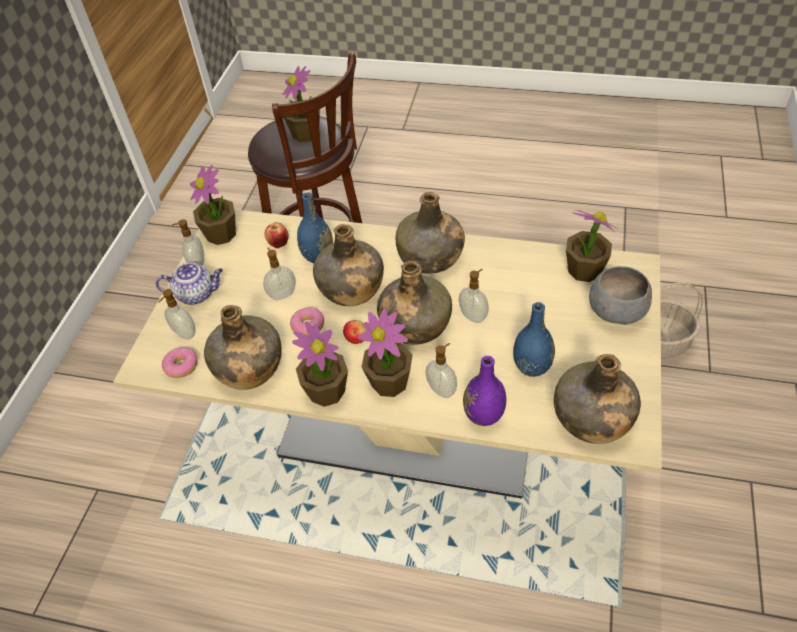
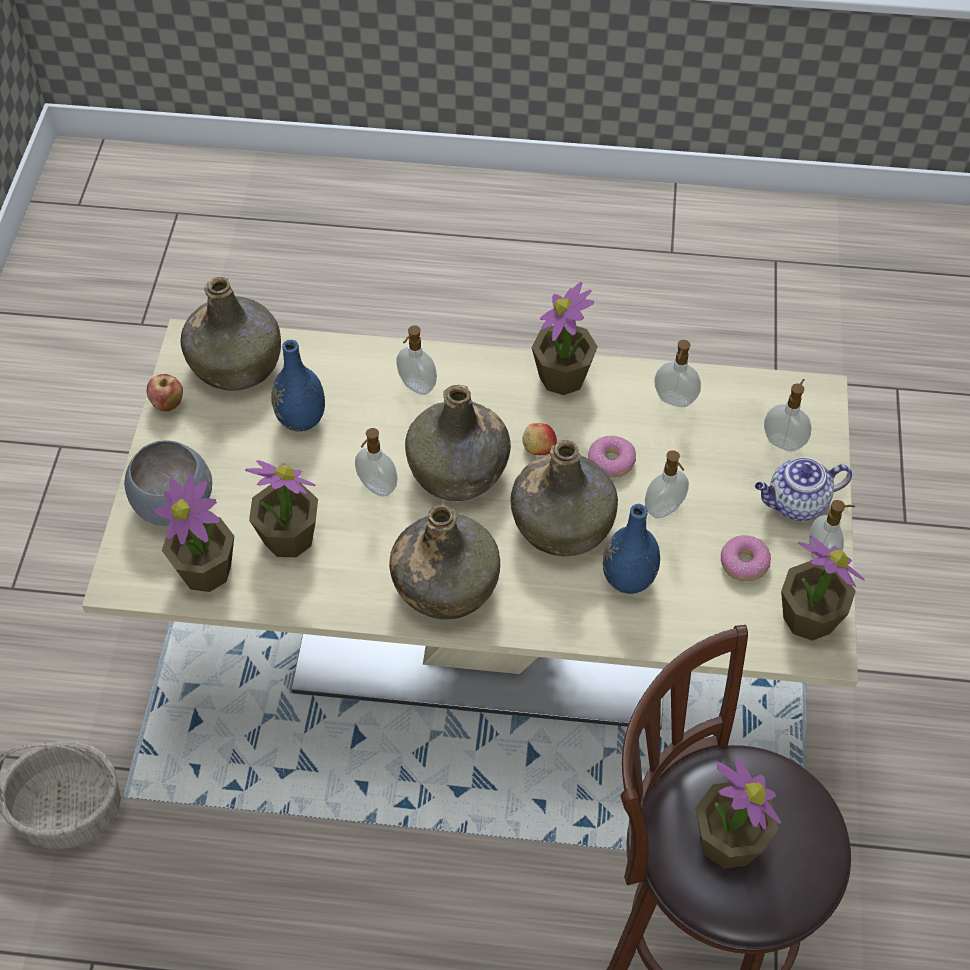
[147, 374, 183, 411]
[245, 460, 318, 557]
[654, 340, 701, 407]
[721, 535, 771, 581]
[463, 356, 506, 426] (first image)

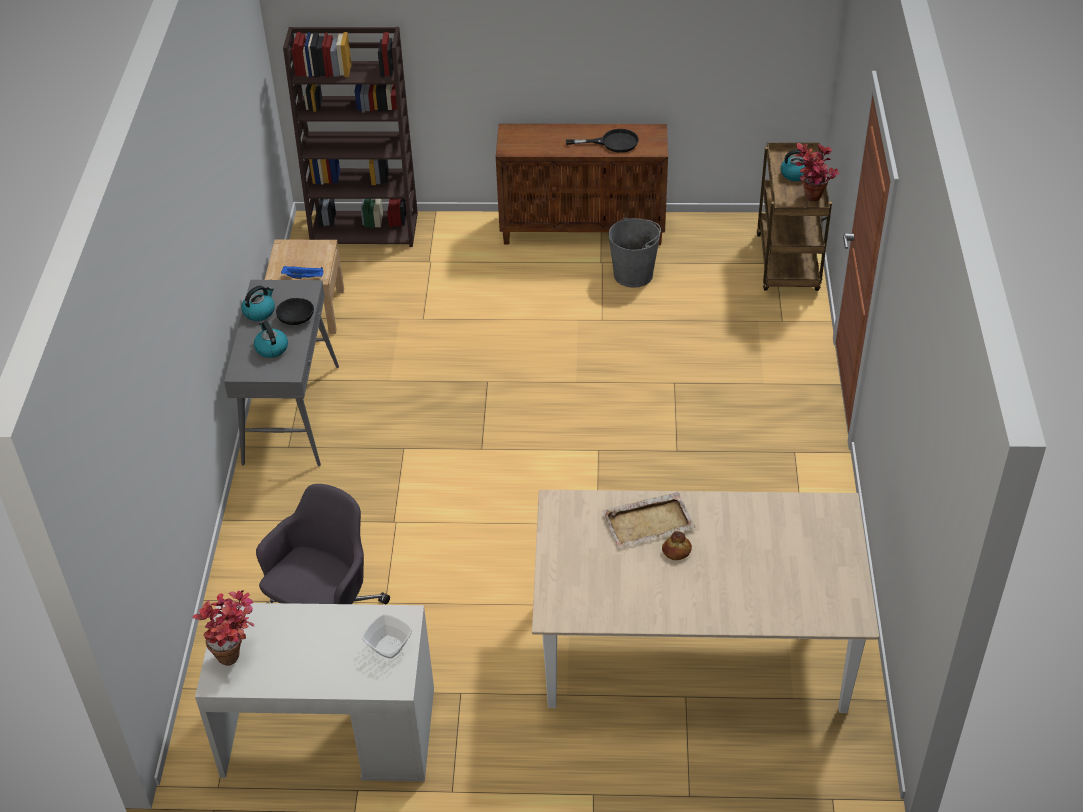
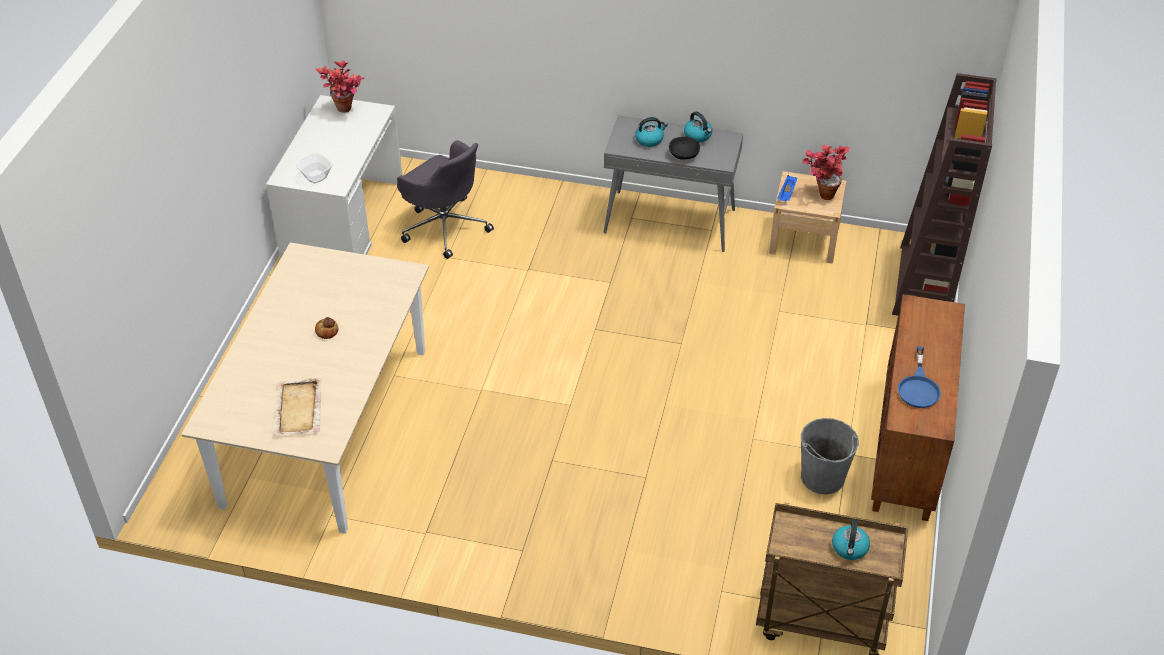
[274, 378, 322, 435]
[803, 144, 850, 200]
[898, 347, 941, 408]

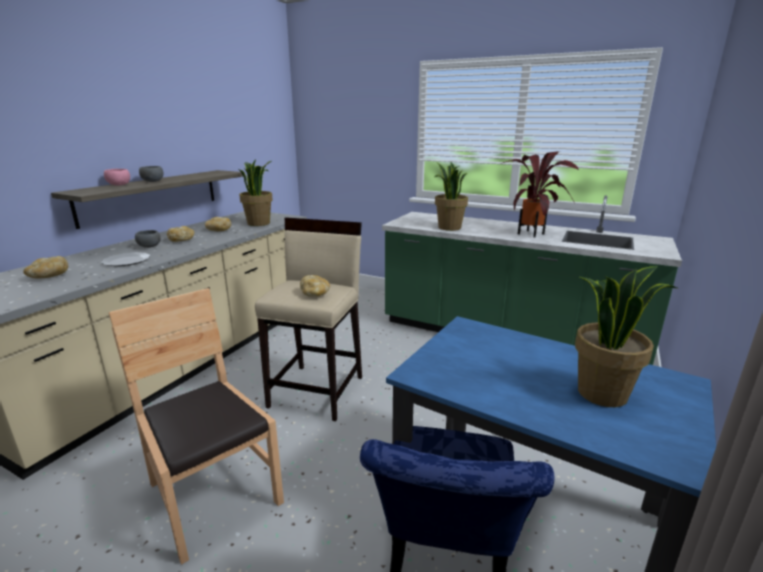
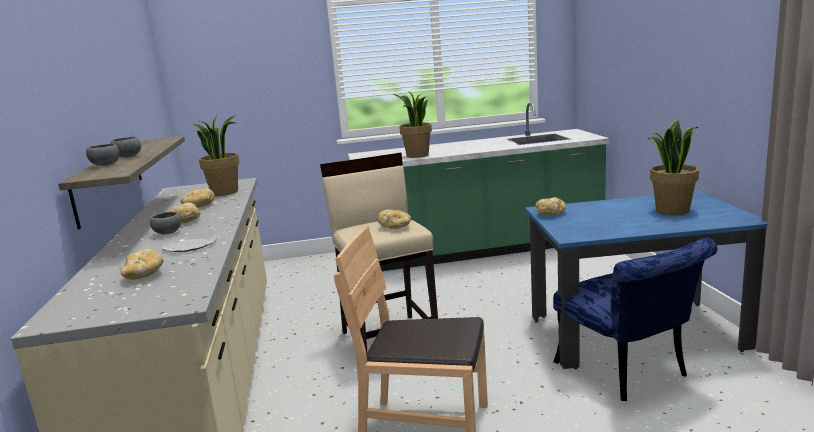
[86, 144, 120, 166]
[536, 197, 566, 216]
[503, 151, 579, 238] (first image)

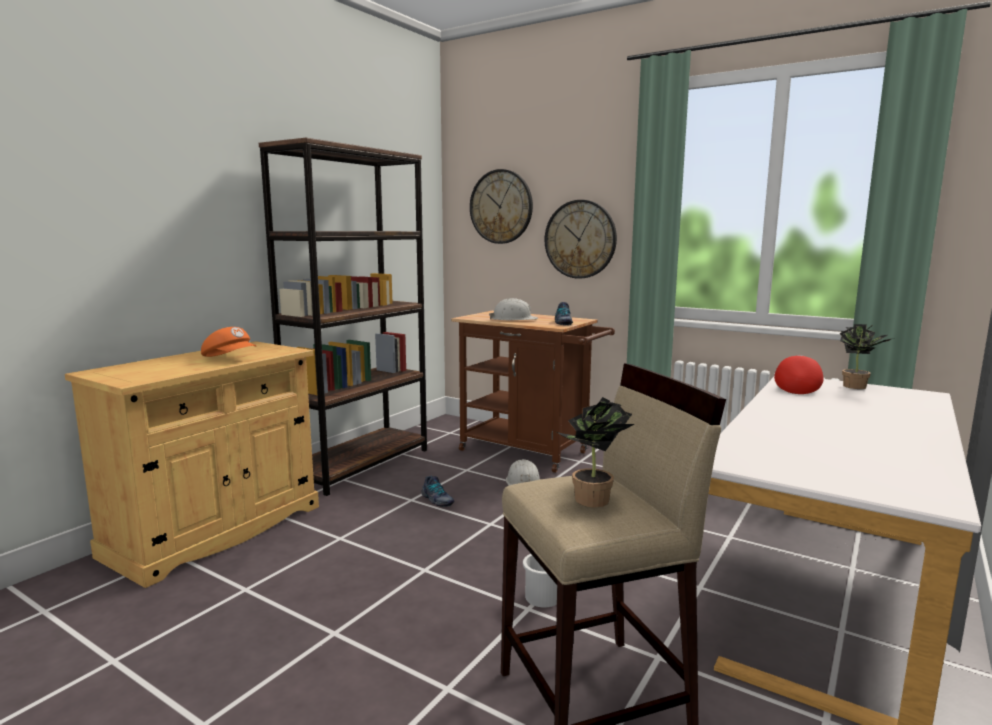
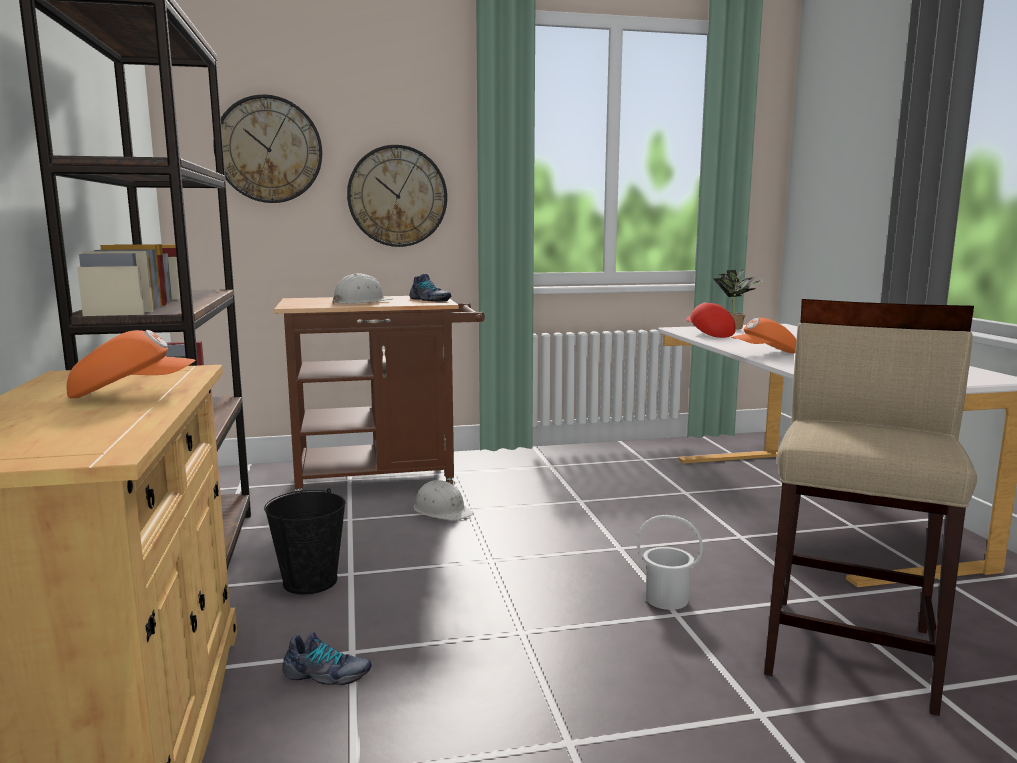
[264, 488, 346, 594]
[282, 632, 372, 685]
[731, 318, 796, 353]
[557, 397, 634, 507] (first image)

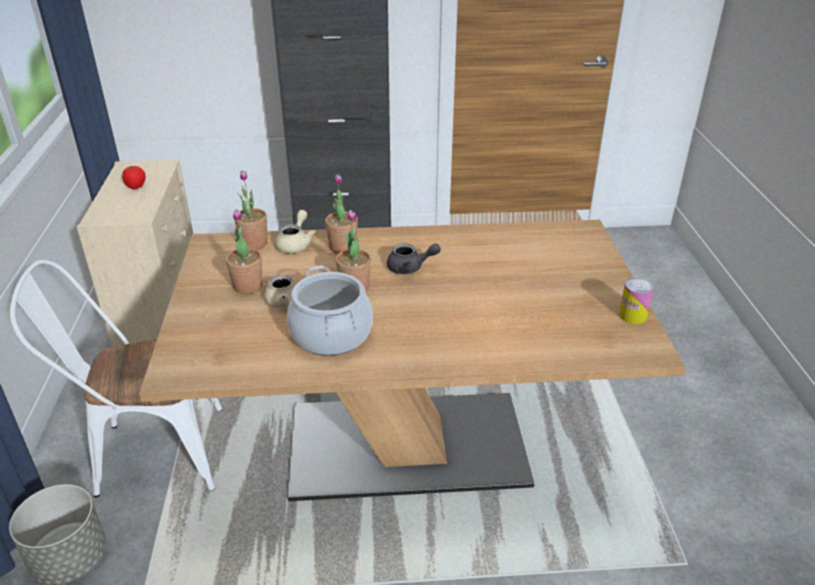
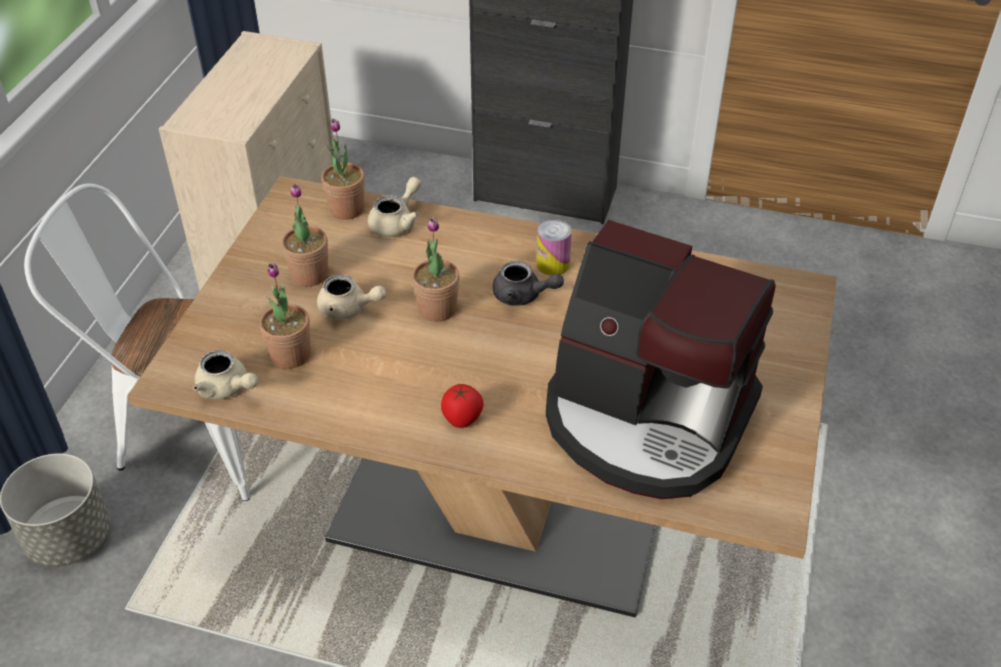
[193, 350, 258, 399]
[260, 263, 311, 369]
[441, 384, 484, 428]
[536, 219, 572, 276]
[546, 220, 775, 499]
[287, 265, 373, 356] (first image)

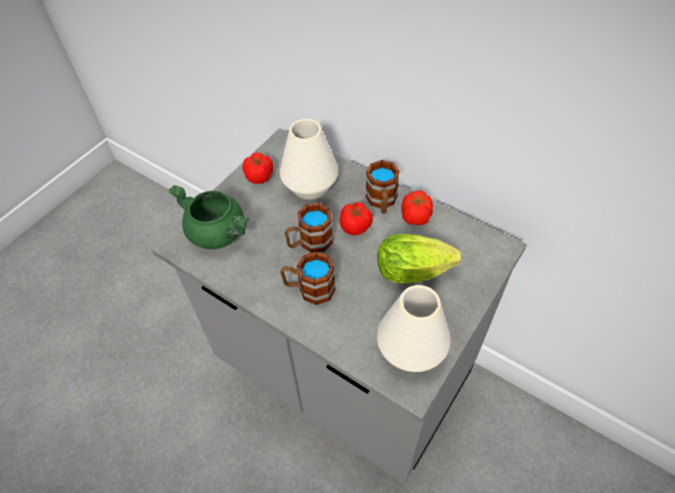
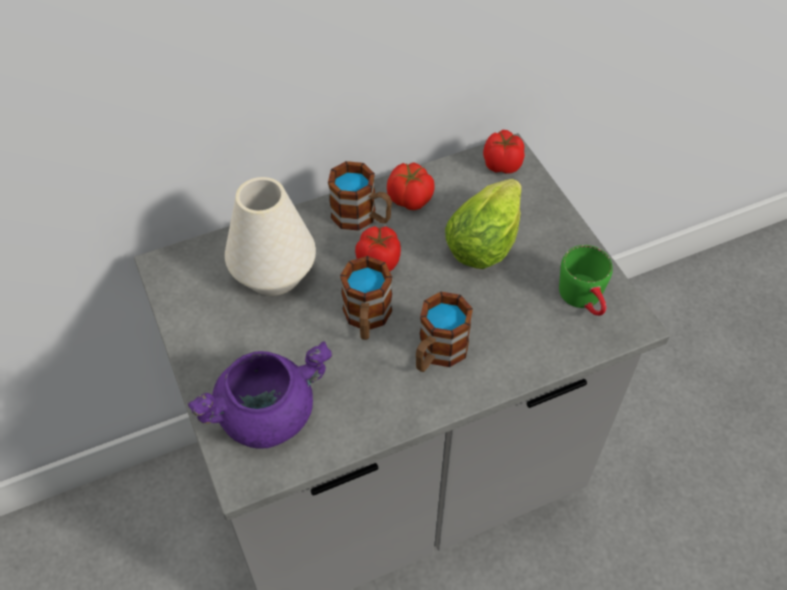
[188, 341, 332, 449]
[483, 130, 525, 174]
[559, 245, 613, 316]

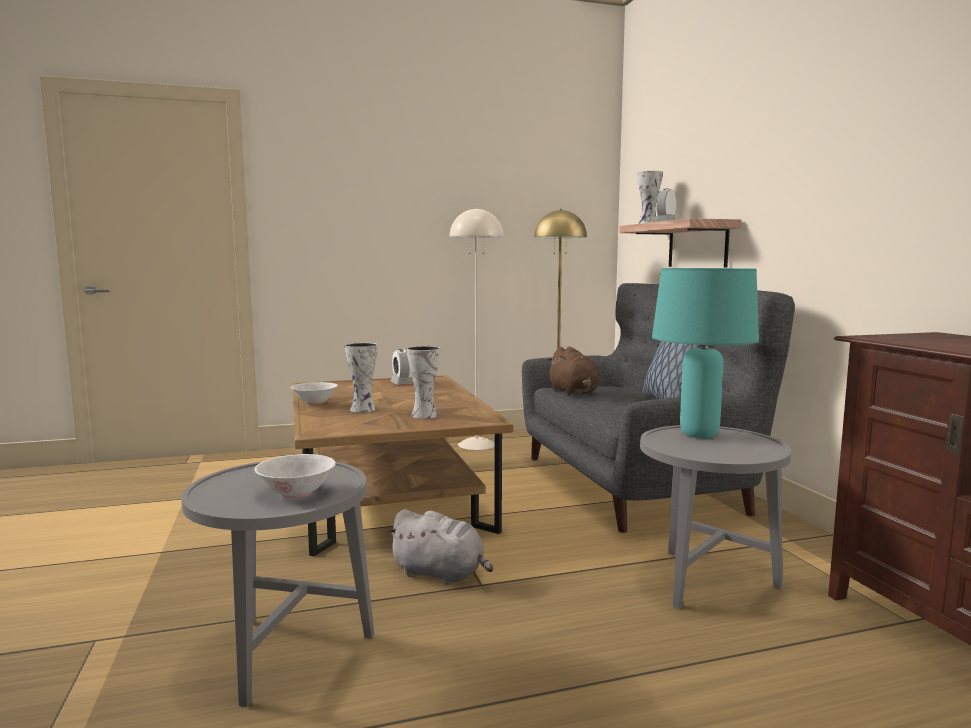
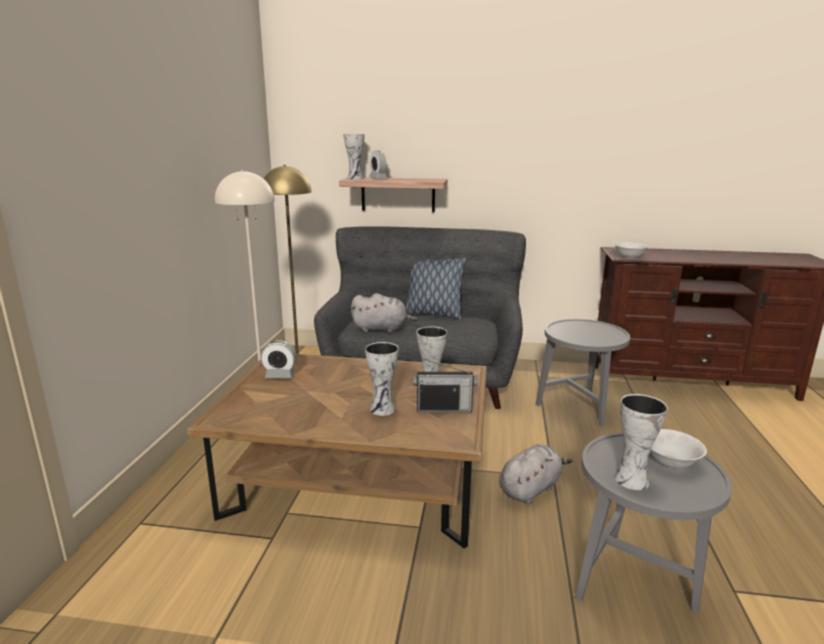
[351, 293, 418, 333]
[413, 358, 478, 412]
[614, 242, 649, 259]
[615, 394, 668, 490]
[652, 268, 759, 438] (first image)

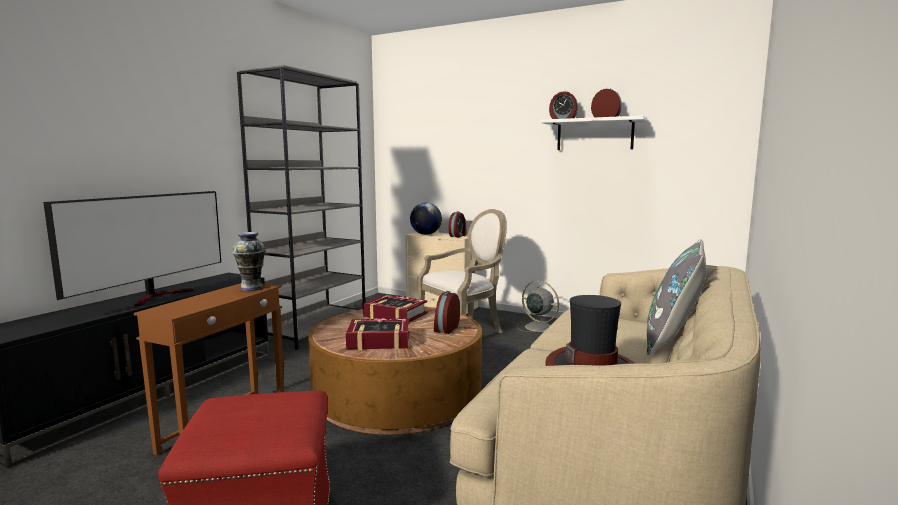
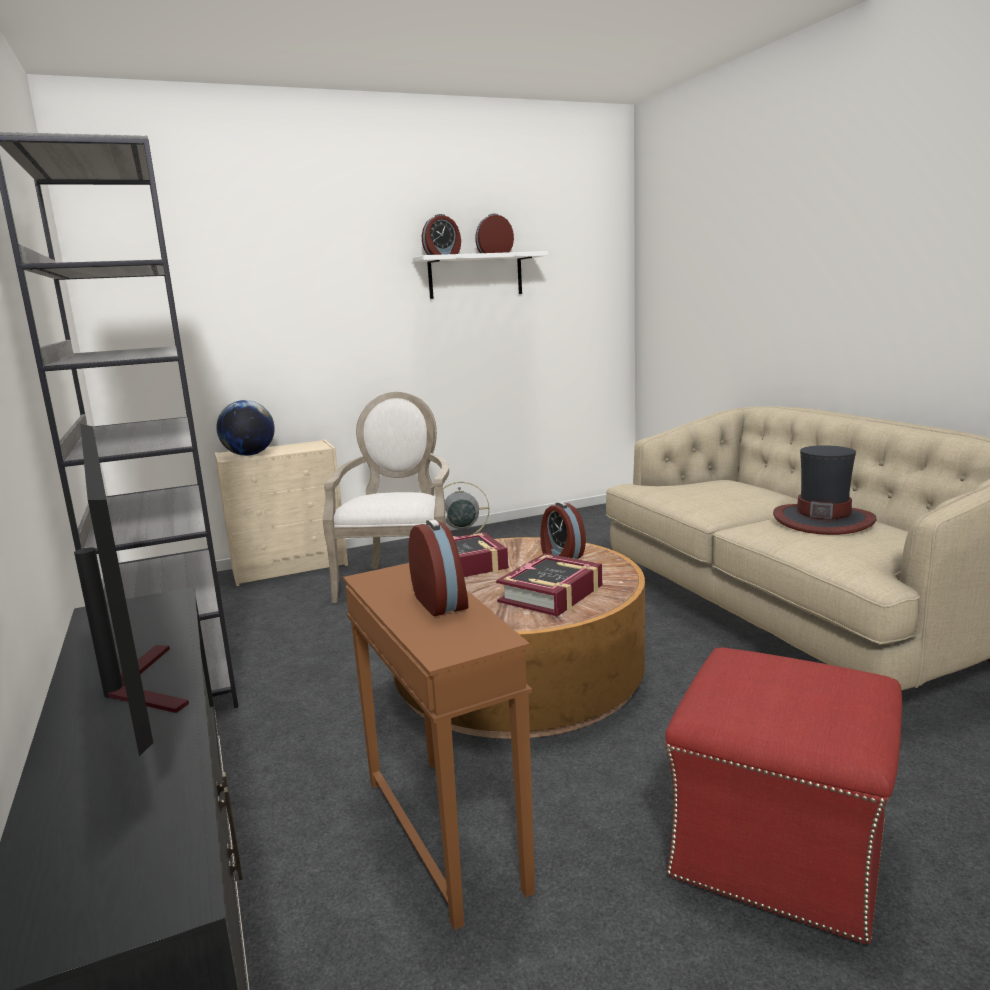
[408, 519, 468, 616]
[232, 232, 266, 291] (first image)
[647, 240, 706, 355] (first image)

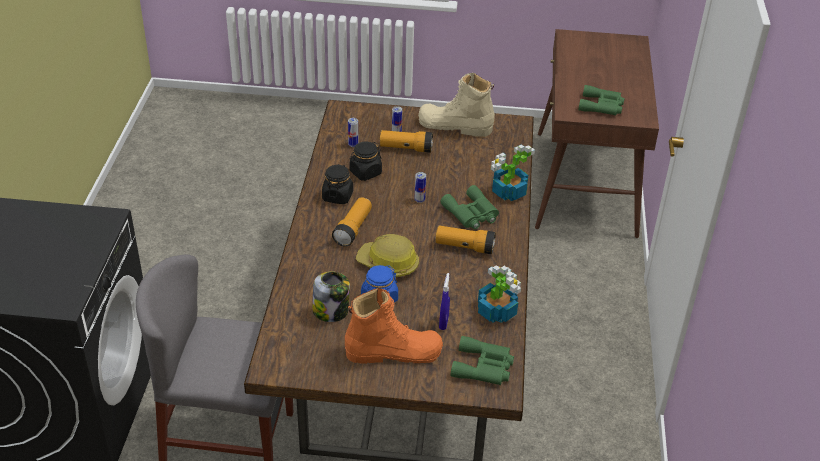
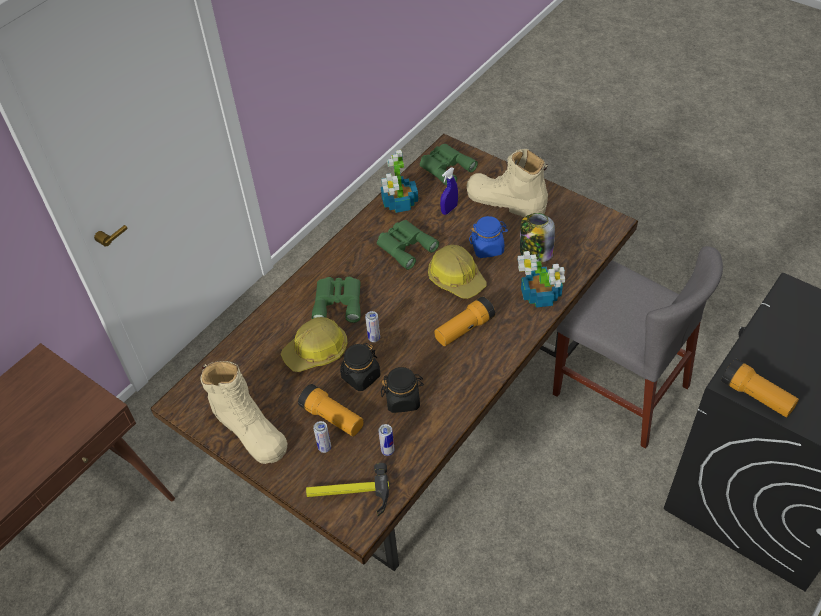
[281, 317, 348, 372]
[306, 463, 389, 516]
[340, 343, 380, 391]
[377, 220, 439, 270]
[467, 149, 548, 217]
[518, 251, 565, 307]
[721, 359, 799, 418]

